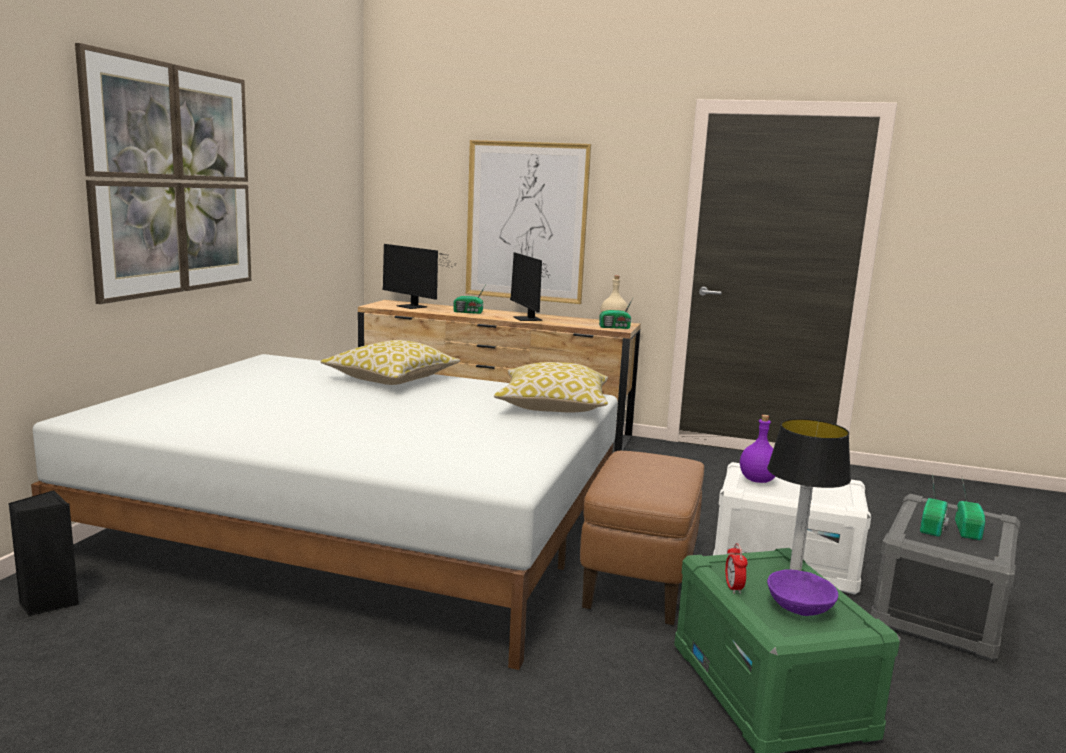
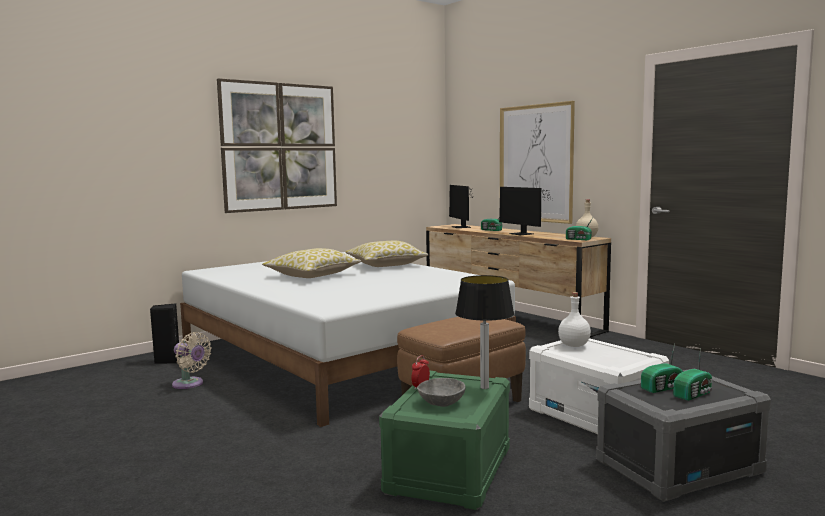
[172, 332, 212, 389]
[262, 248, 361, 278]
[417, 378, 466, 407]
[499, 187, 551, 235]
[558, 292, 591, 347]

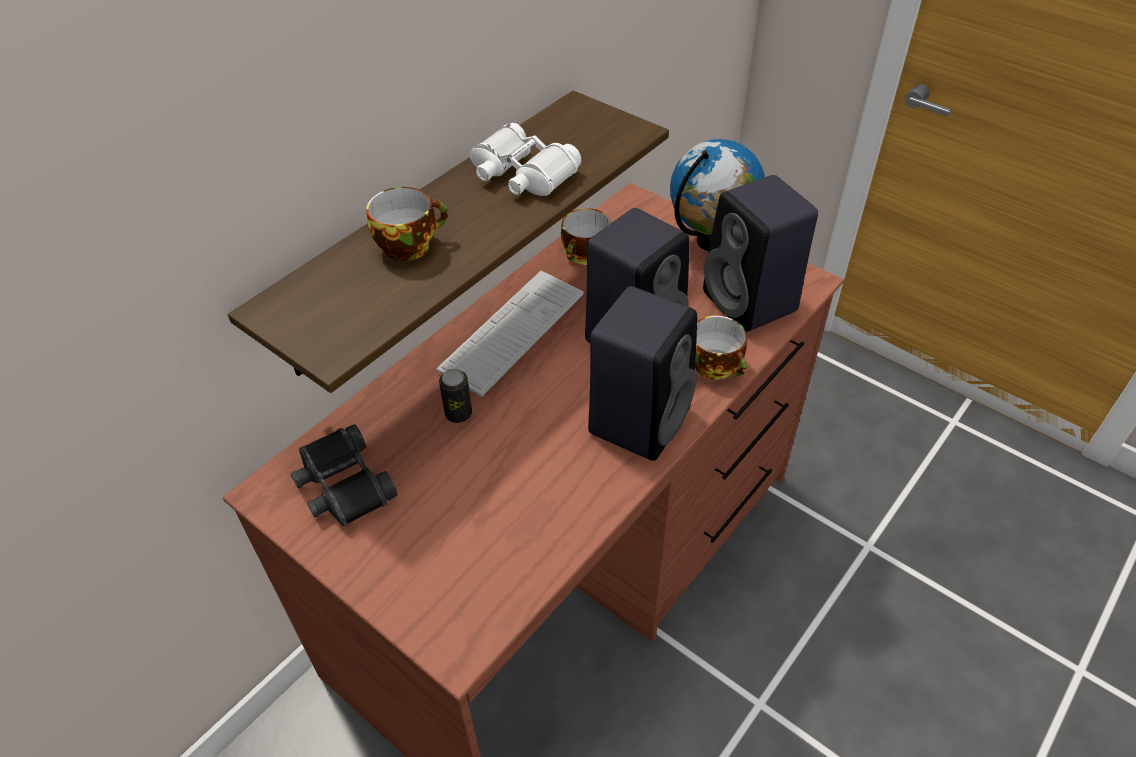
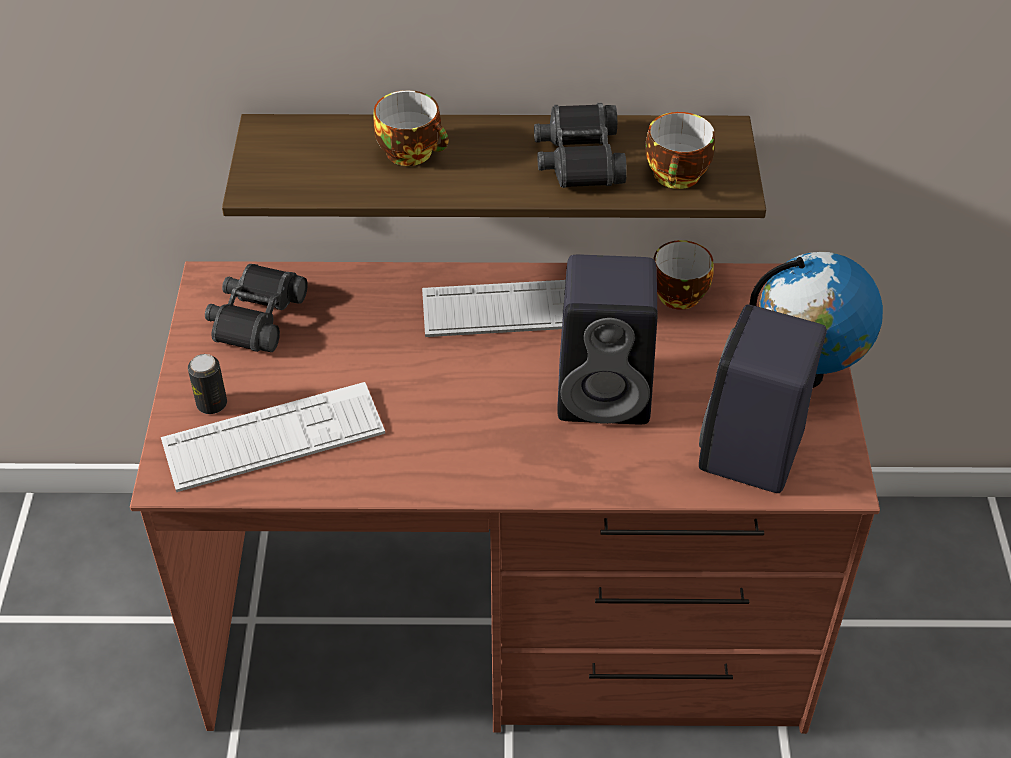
[161, 382, 385, 492]
[188, 354, 227, 414]
[534, 103, 627, 188]
[645, 112, 715, 189]
[588, 286, 697, 461] (first image)

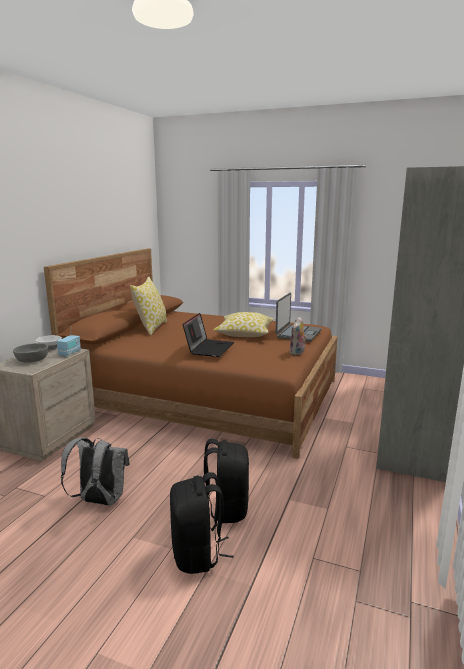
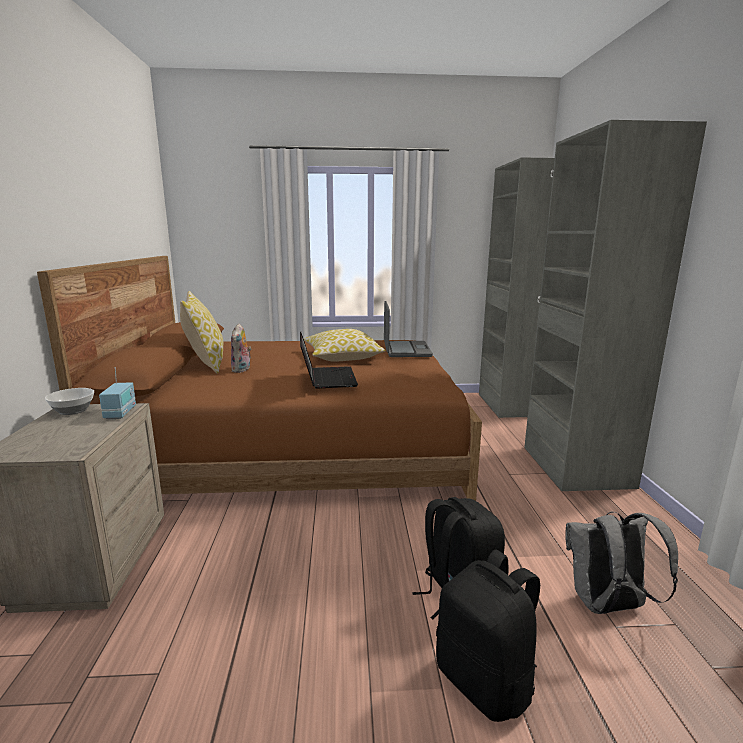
[231, 323, 251, 373]
[565, 512, 678, 614]
[13, 343, 49, 363] (first image)

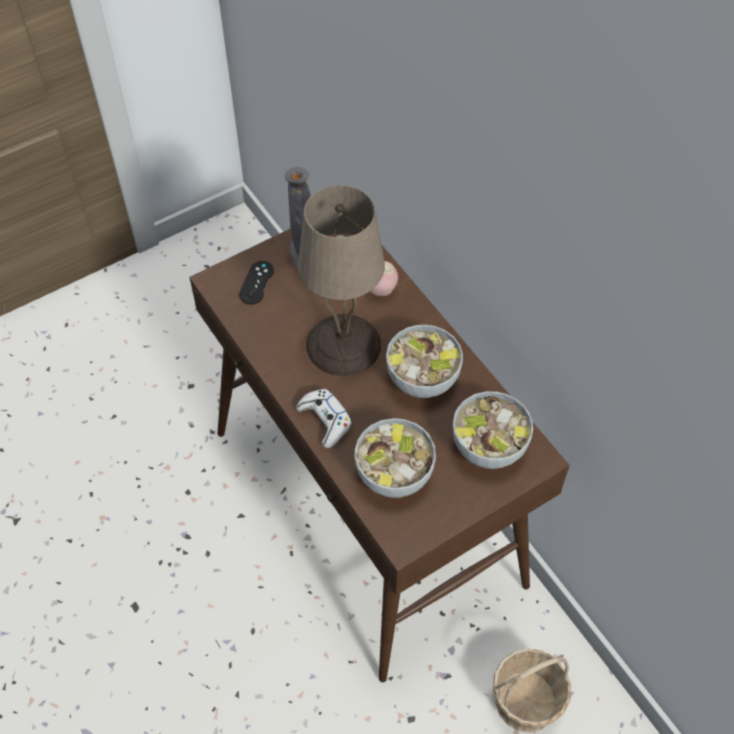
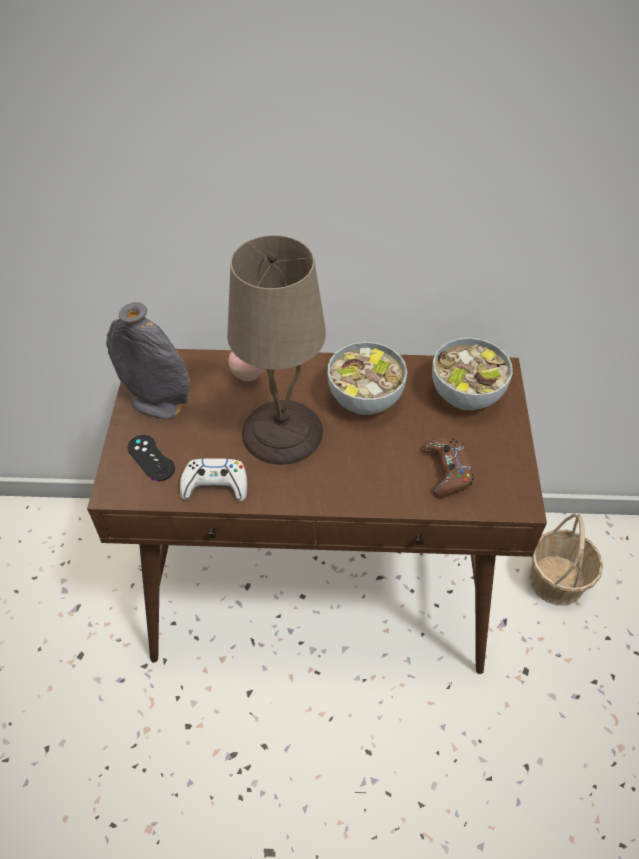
[180, 458, 247, 501]
[422, 437, 474, 498]

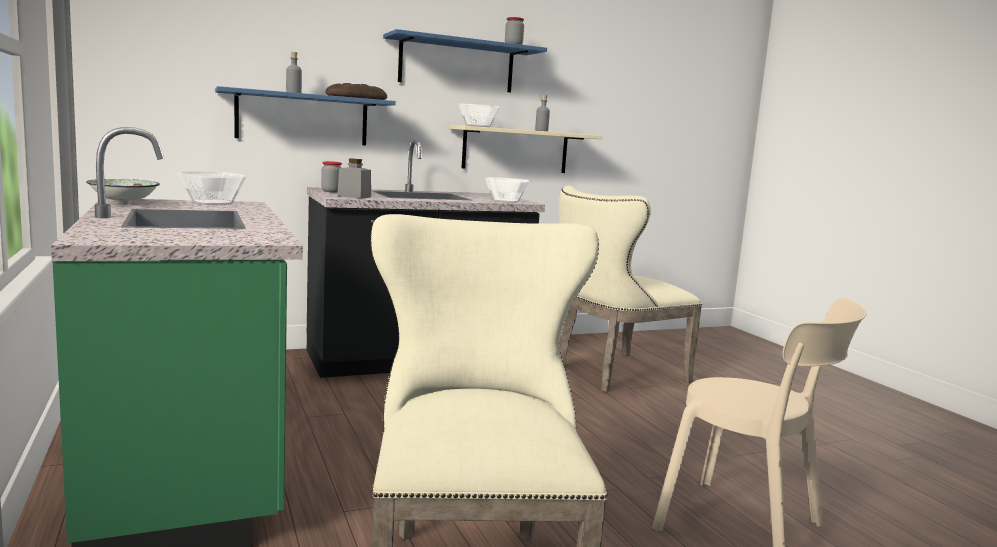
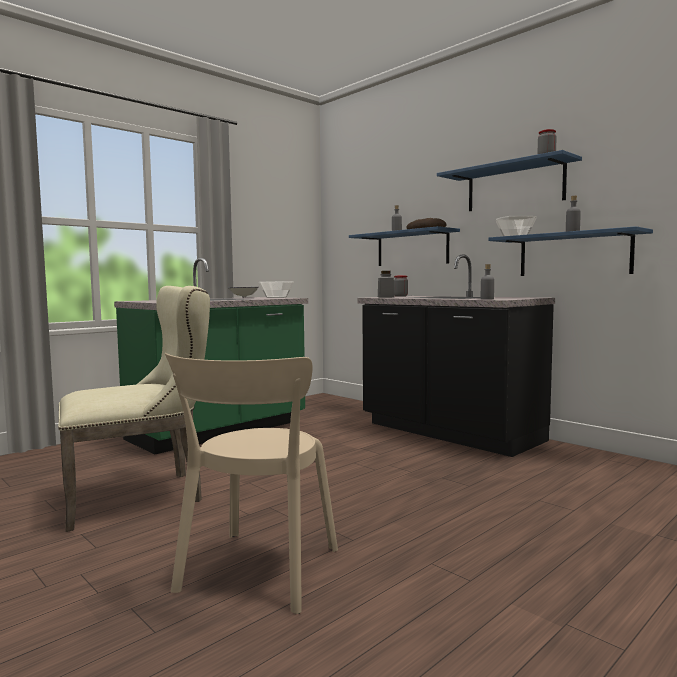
[481, 264, 494, 299]
[488, 226, 653, 276]
[559, 186, 702, 392] (first image)

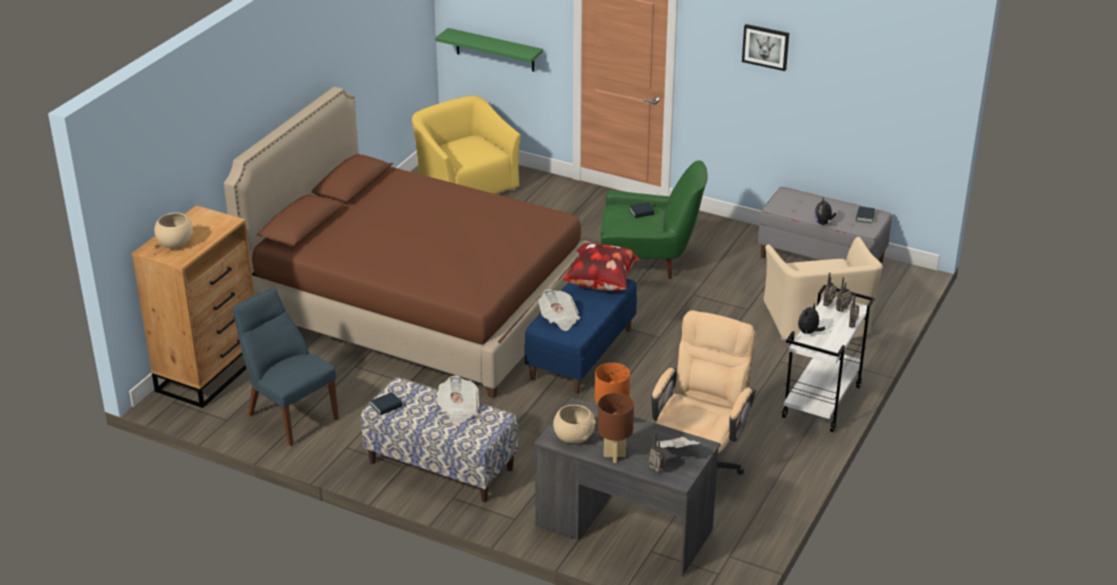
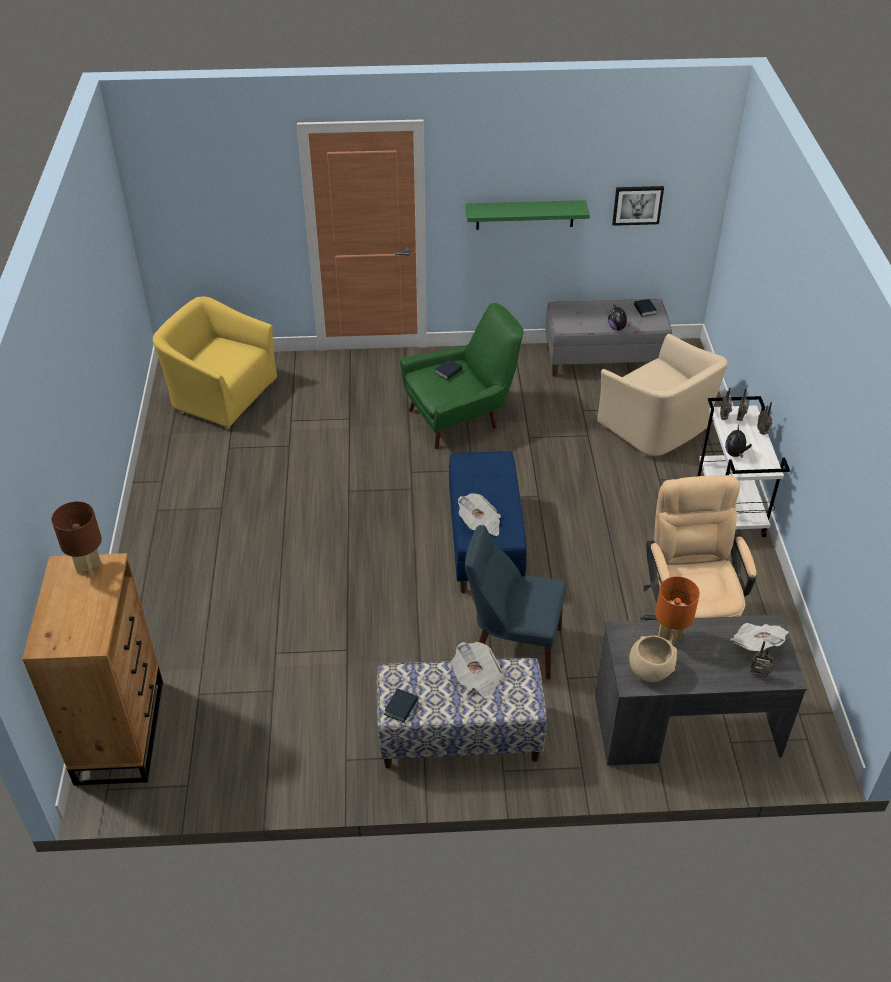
[52, 501, 102, 577]
[465, 525, 566, 680]
[466, 200, 590, 230]
[612, 186, 664, 226]
[154, 213, 194, 249] (first image)
[224, 87, 592, 398] (first image)
[563, 243, 640, 291] (first image)

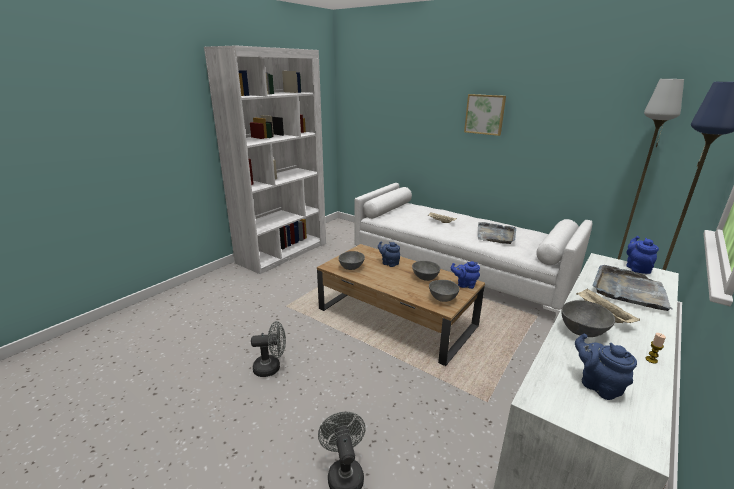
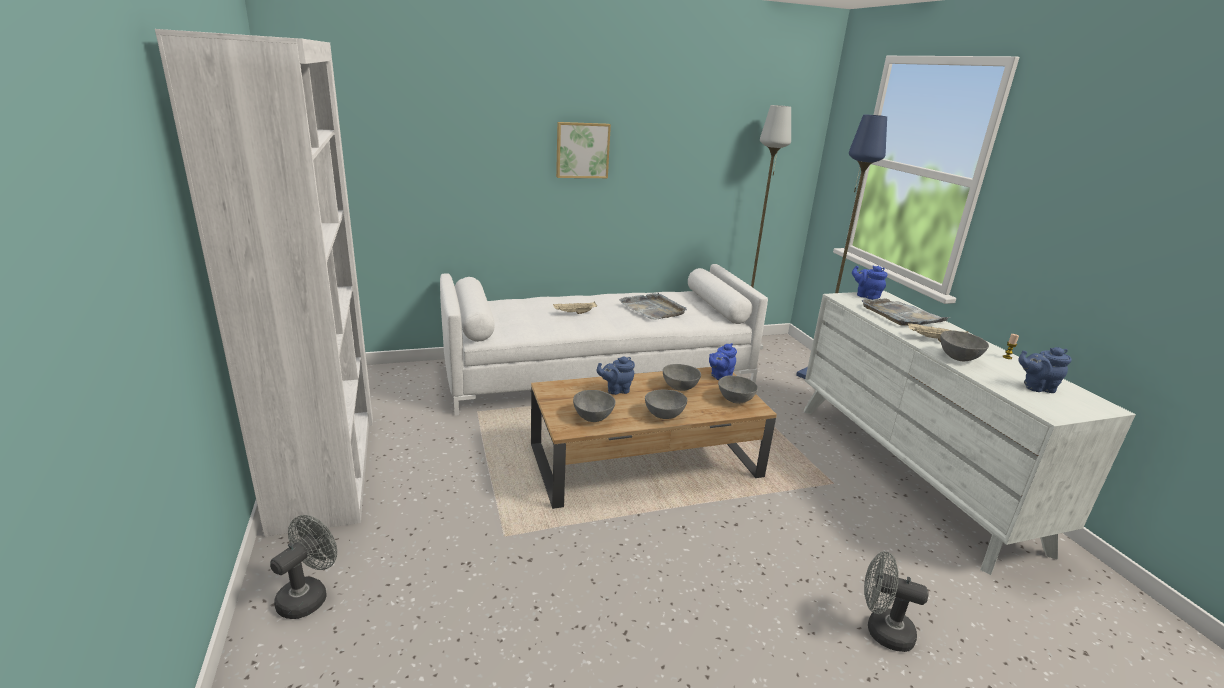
[270, 515, 337, 619]
[645, 390, 687, 419]

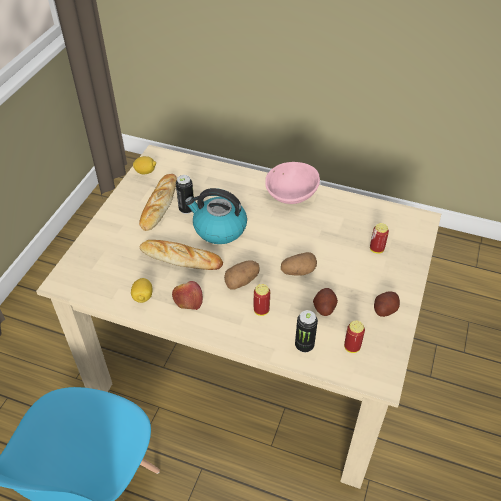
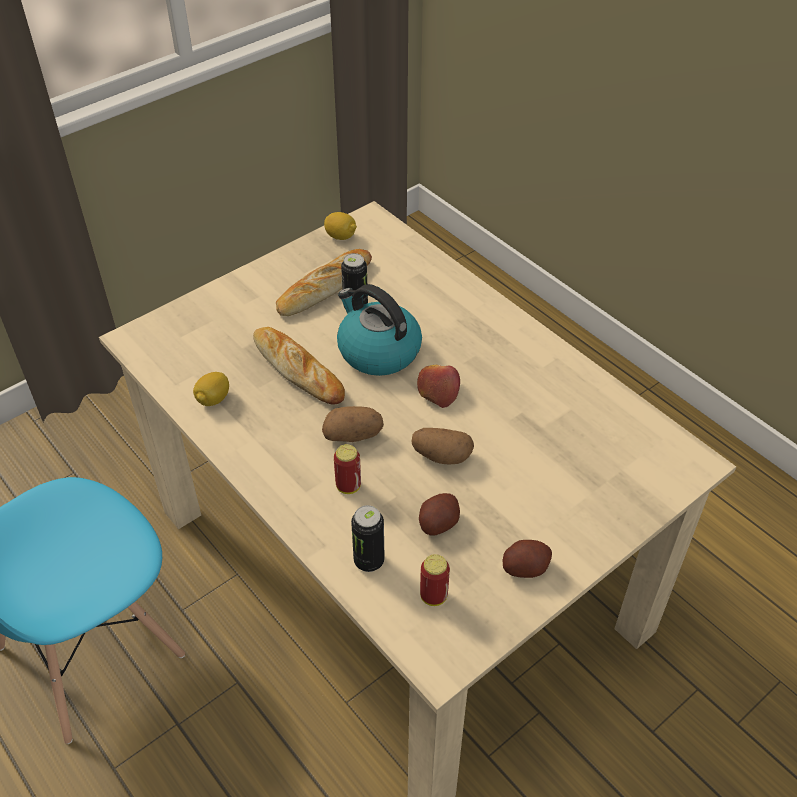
[417, 365, 460, 408]
[265, 162, 320, 204] (first image)
[370, 223, 389, 254] (first image)

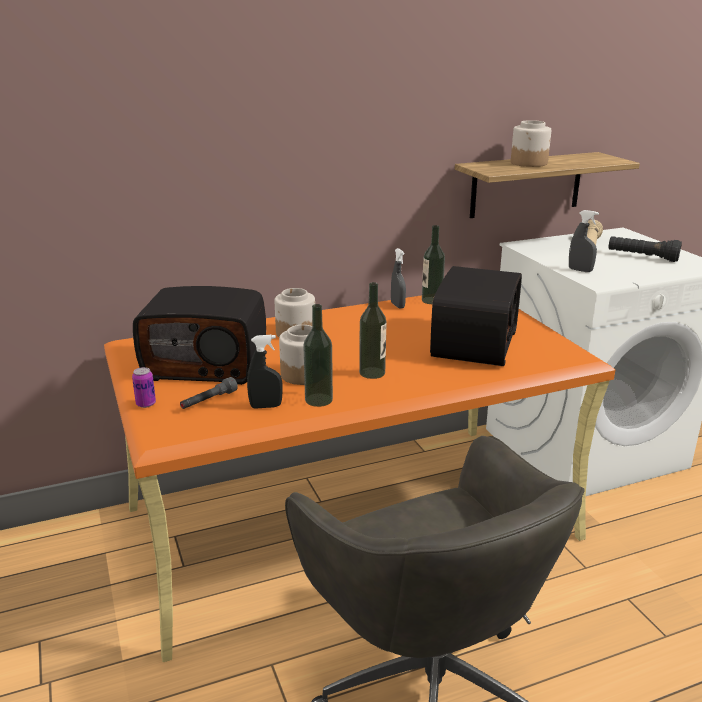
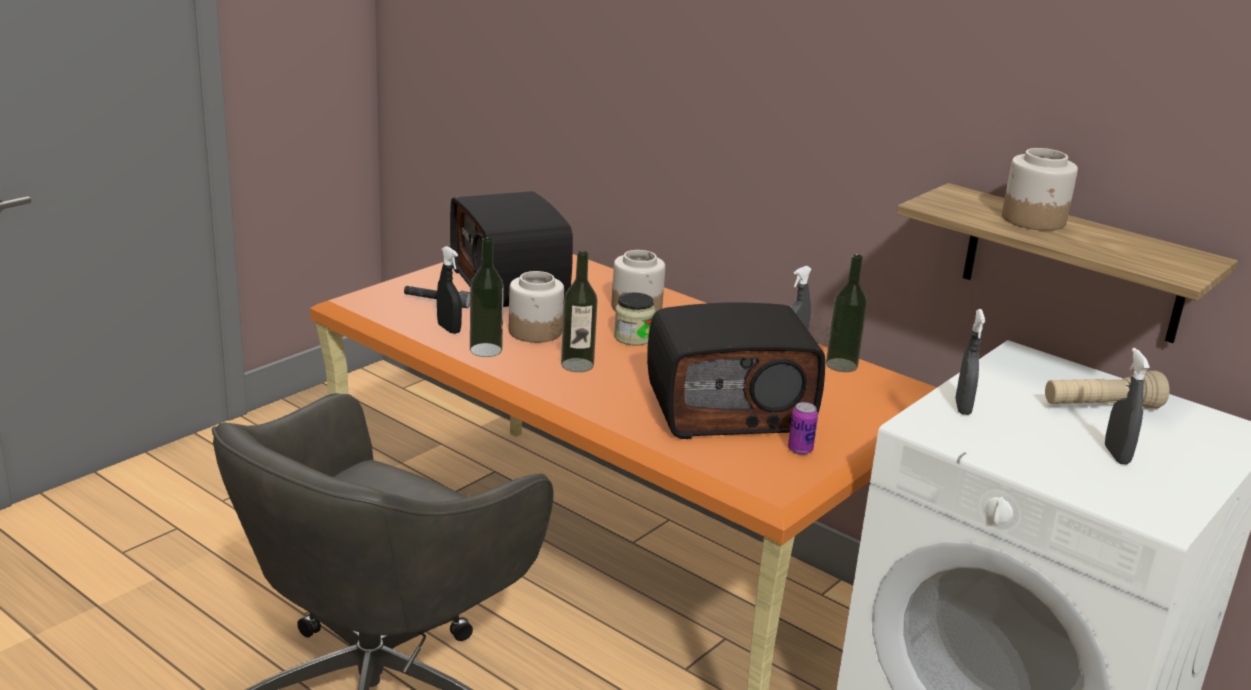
[614, 292, 655, 345]
[788, 402, 818, 455]
[1105, 348, 1150, 464]

